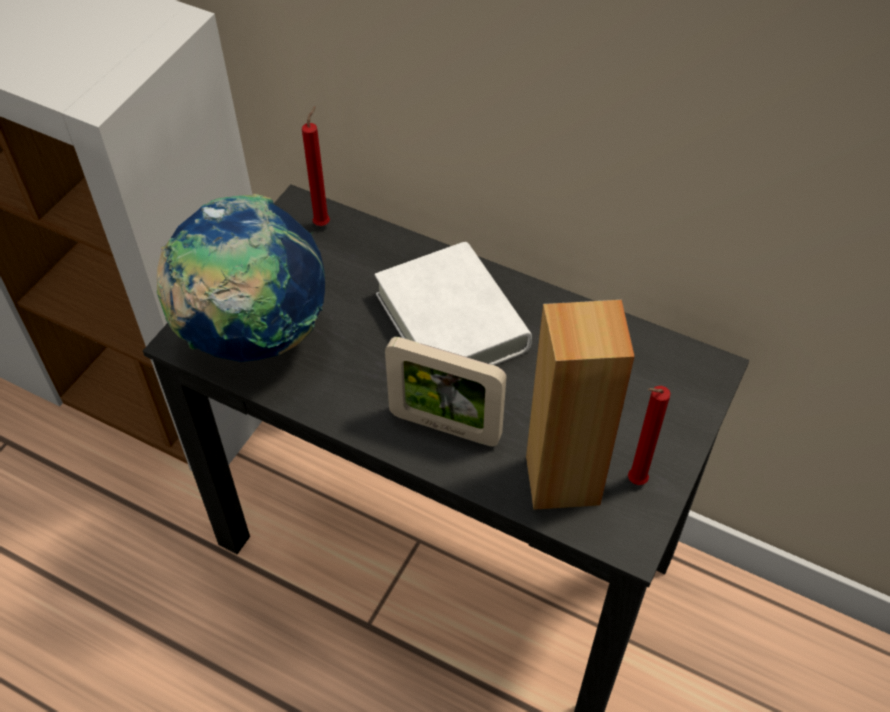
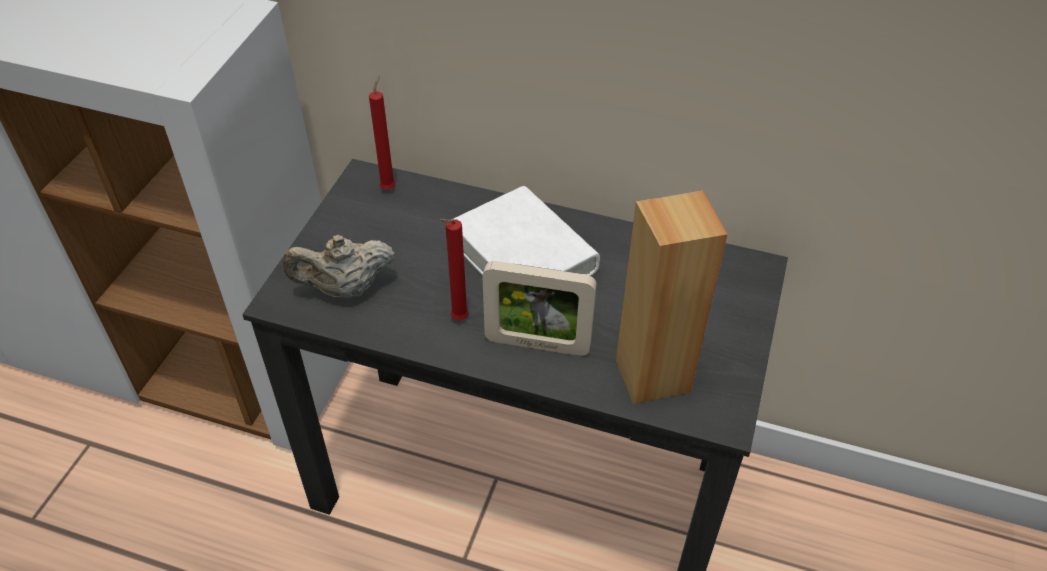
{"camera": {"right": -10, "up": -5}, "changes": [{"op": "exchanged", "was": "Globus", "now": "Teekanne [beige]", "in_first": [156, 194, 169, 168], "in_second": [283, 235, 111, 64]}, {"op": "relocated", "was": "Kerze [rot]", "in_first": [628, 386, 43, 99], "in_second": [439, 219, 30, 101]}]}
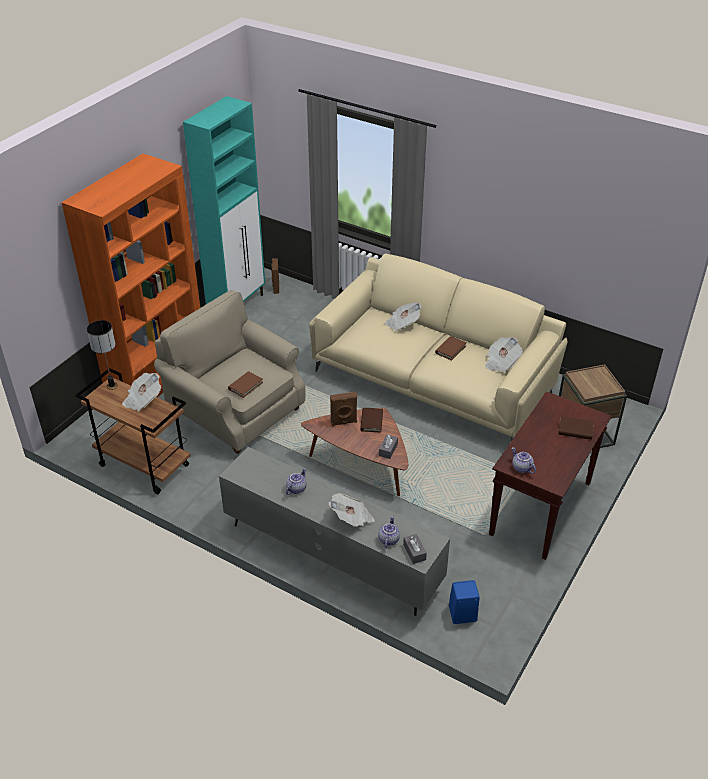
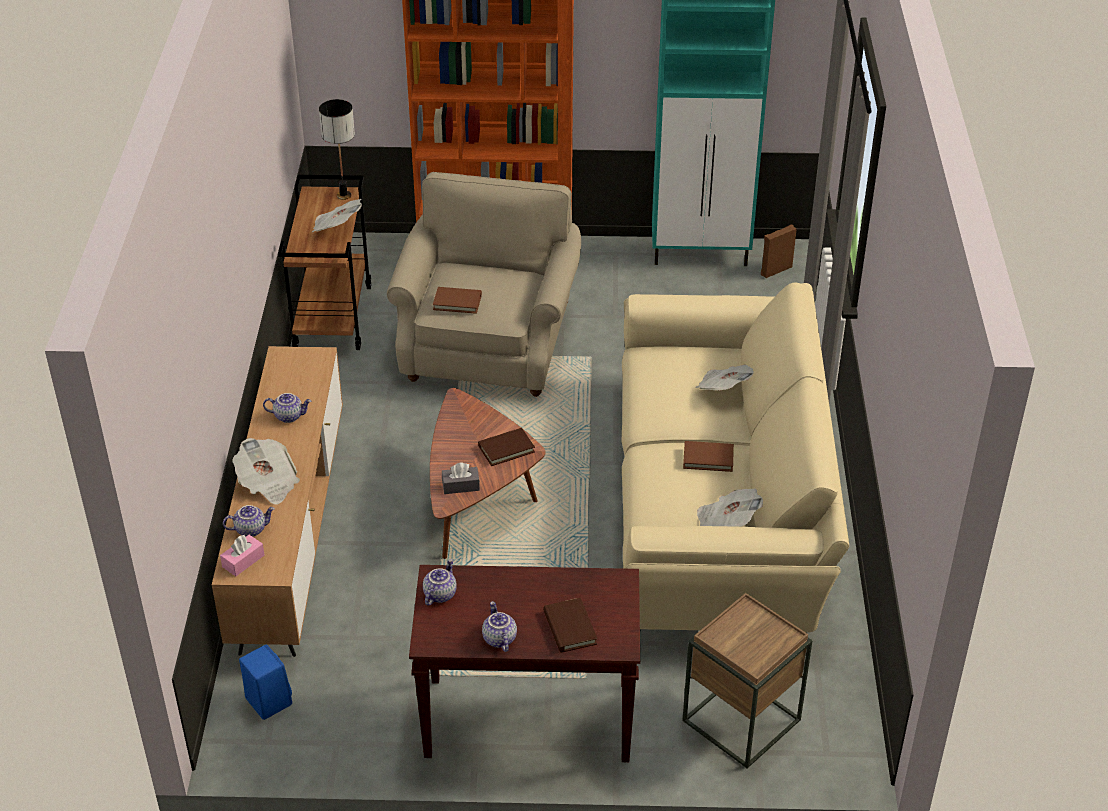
{"camera": {"right": 60, "up": 0}, "changes": [{"op": "colour", "was": "Fernsehschrank [grau]", "now": "Fernsehschrank [braun]", "in_first": [219, 447, 231, 169], "in_second": [212, 346, 131, 311]}, {"op": "colour", "was": "Taschentuchbox [grau]", "now": "Taschentuchbox [rosa]", "in_first": [403, 534, 24, 30], "in_second": [220, 535, 45, 41]}, {"op": "appeared", "now": "Teekanne", "in_second": [482, 601, 35, 51]}, {"op": "missing", "was": "Lautsprecher [braun]", "in_first": [330, 392, 27, 34]}]}
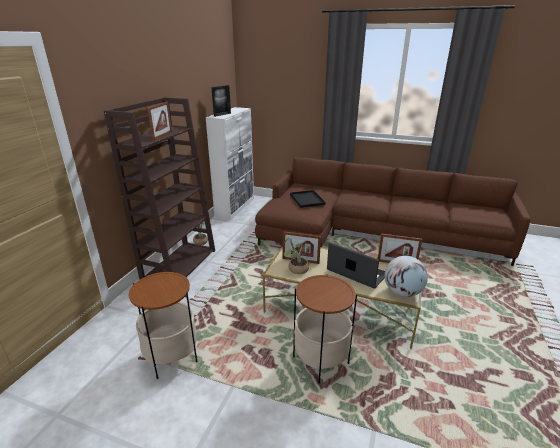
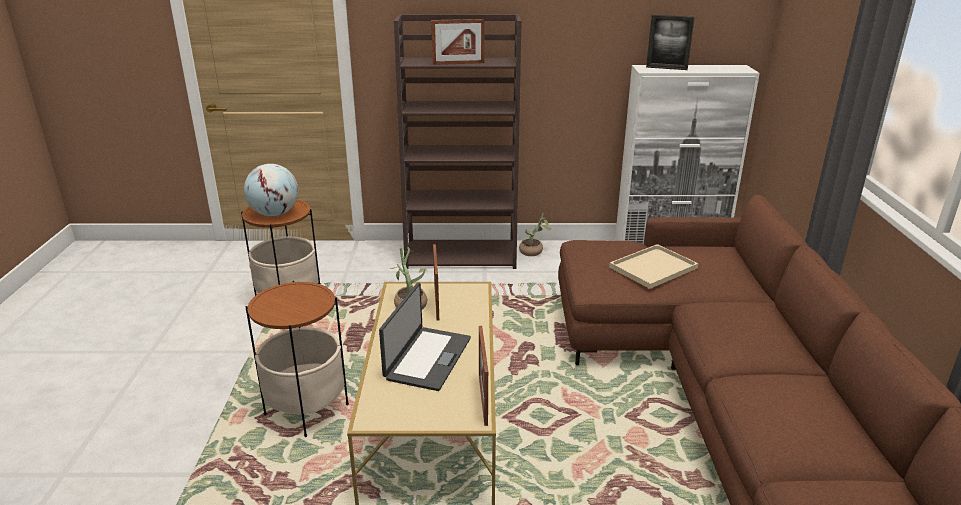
{"camera": {"right": 70, "up": 0}, "changes": [{"op": "relocated", "was": "Globus", "in_first": [385, 256, 43, 41], "in_second": [244, 164, 54, 52]}, {"op": "colour", "was": "Tablett [schwarz]", "now": "Tablett [beige]", "in_first": [290, 190, 36, 18], "in_second": [609, 244, 90, 45]}]}
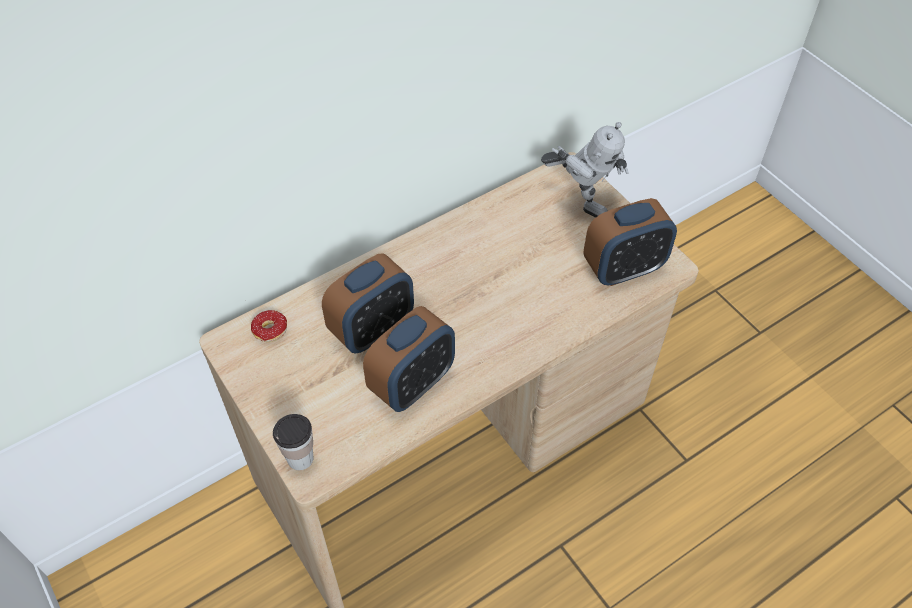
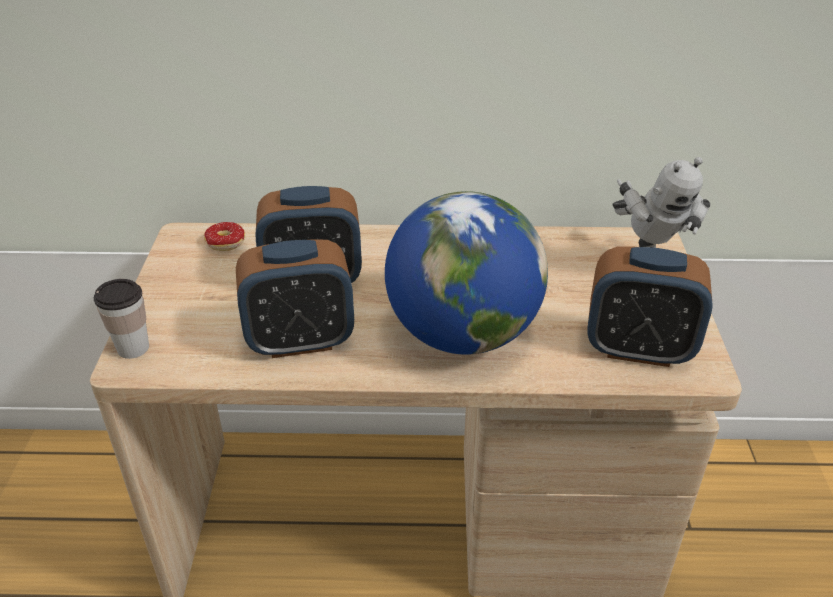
{"camera": {"right": 35, "up": -15}, "changes": [{"op": "appeared", "now": "Globus", "in_second": [385, 191, 163, 164]}]}
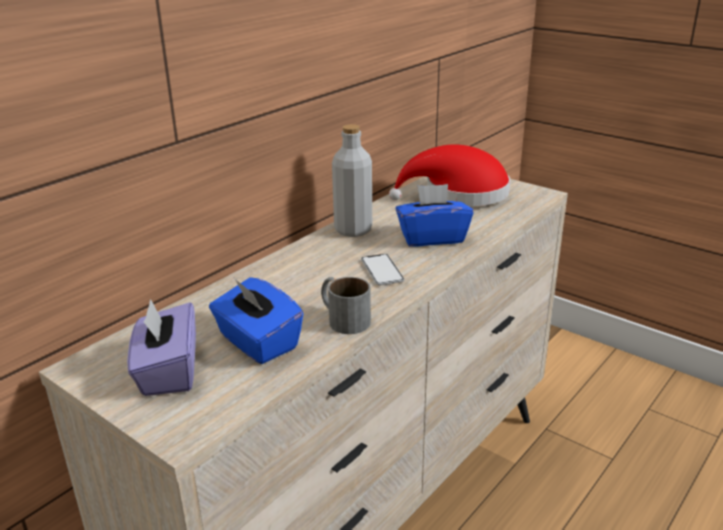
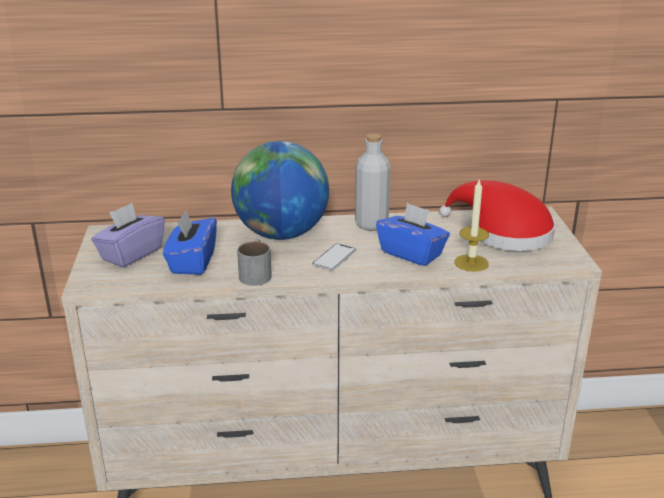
{"camera": {"right": 45, "up": 0}, "changes": [{"op": "appeared", "now": "Globus", "in_second": [231, 141, 98, 99]}, {"op": "appeared", "now": "Kerze", "in_second": [455, 178, 34, 94]}]}
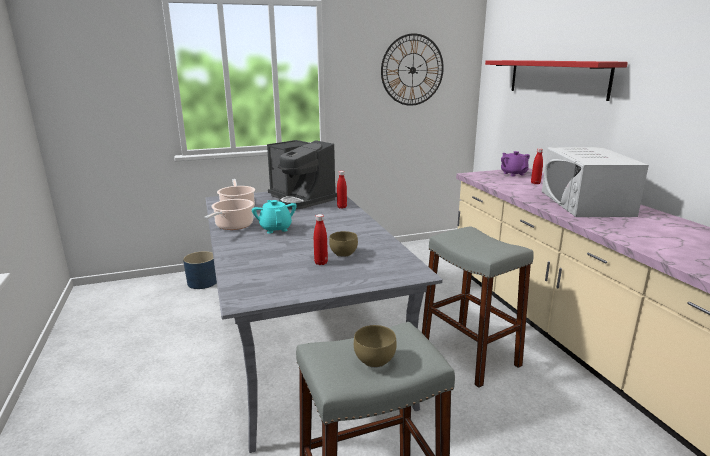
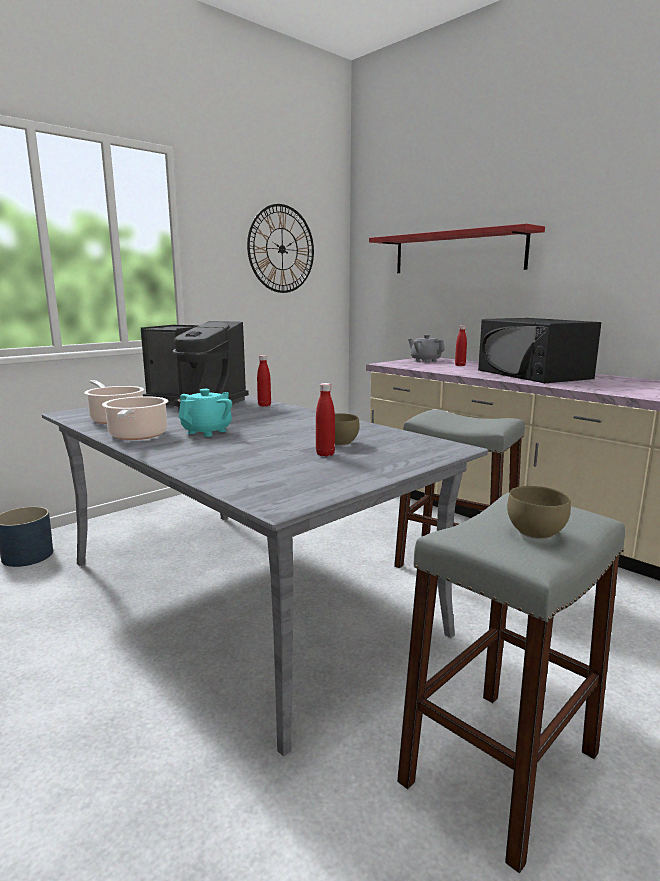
{"camera": {"right": -25, "up": -5}, "changes": [{"op": "spun", "was": "Teekanne [türkis]", "in_first": [252, 200, 45, 34], "in_second": [178, 389, 54, 48], "clockwise": 75}, {"op": "colour", "was": "Teekanne [lila]", "now": "Teekanne [grau]", "in_first": [501, 151, 29, 25], "in_second": [408, 335, 37, 28]}, {"op": "colour", "was": "Mikrowelle [weiß]", "now": "Mikrowelle [schwarz]", "in_first": [542, 147, 107, 70], "in_second": [478, 318, 124, 65]}]}
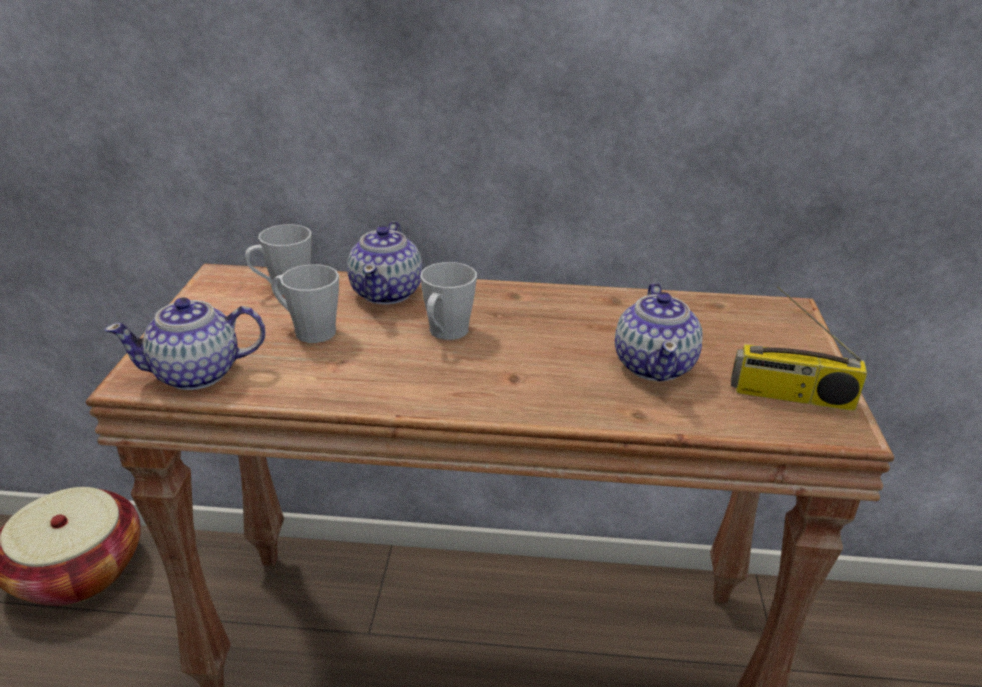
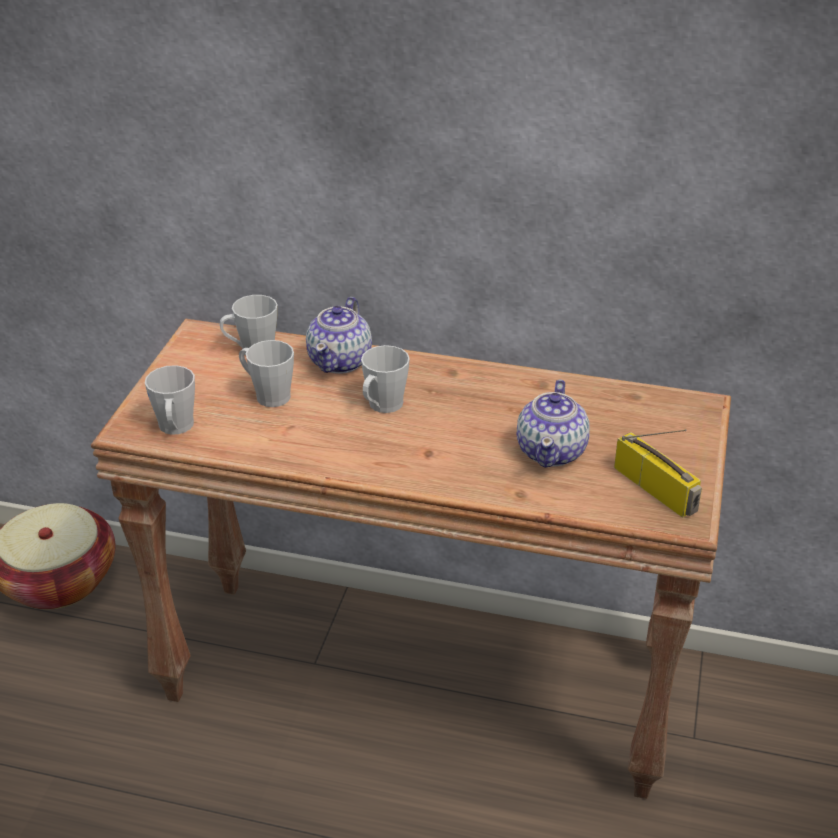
{"camera": {"right": 10, "up": 5}, "changes": [{"op": "exchanged", "was": "Teekanne", "now": "Henkelbecher [grau]", "in_first": [105, 298, 161, 92], "in_second": [145, 365, 50, 70]}, {"op": "spun", "was": "Radio", "in_first": [731, 286, 136, 125], "in_second": [614, 429, 88, 89], "clockwise": -150}]}
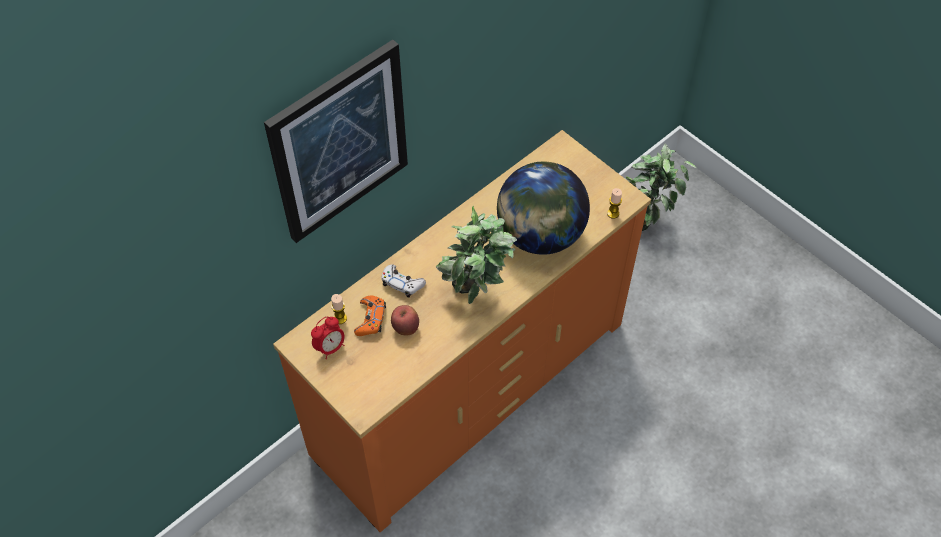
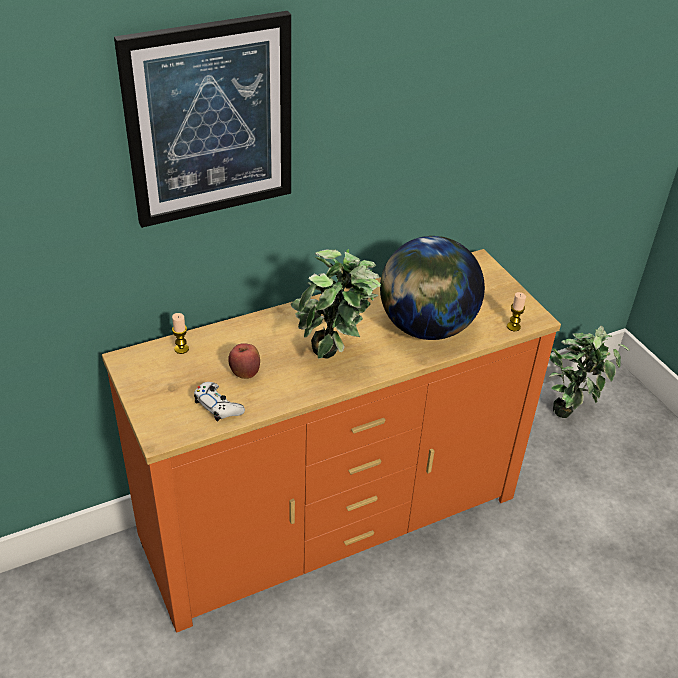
{"camera": {"right": 15, "up": -15}, "changes": [{"op": "relocated", "was": "Gamepad [weiß]", "in_first": [381, 264, 45, 34], "in_second": [194, 382, 51, 39]}, {"op": "missing", "was": "Wecker", "in_first": [311, 317, 34, 42]}, {"op": "missing", "was": "Gamepad [orange]", "in_first": [354, 296, 32, 40]}]}
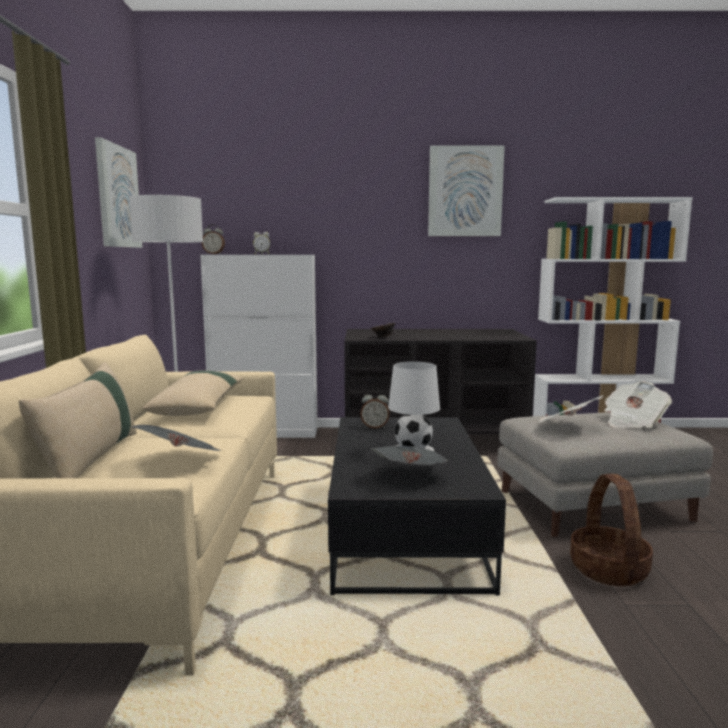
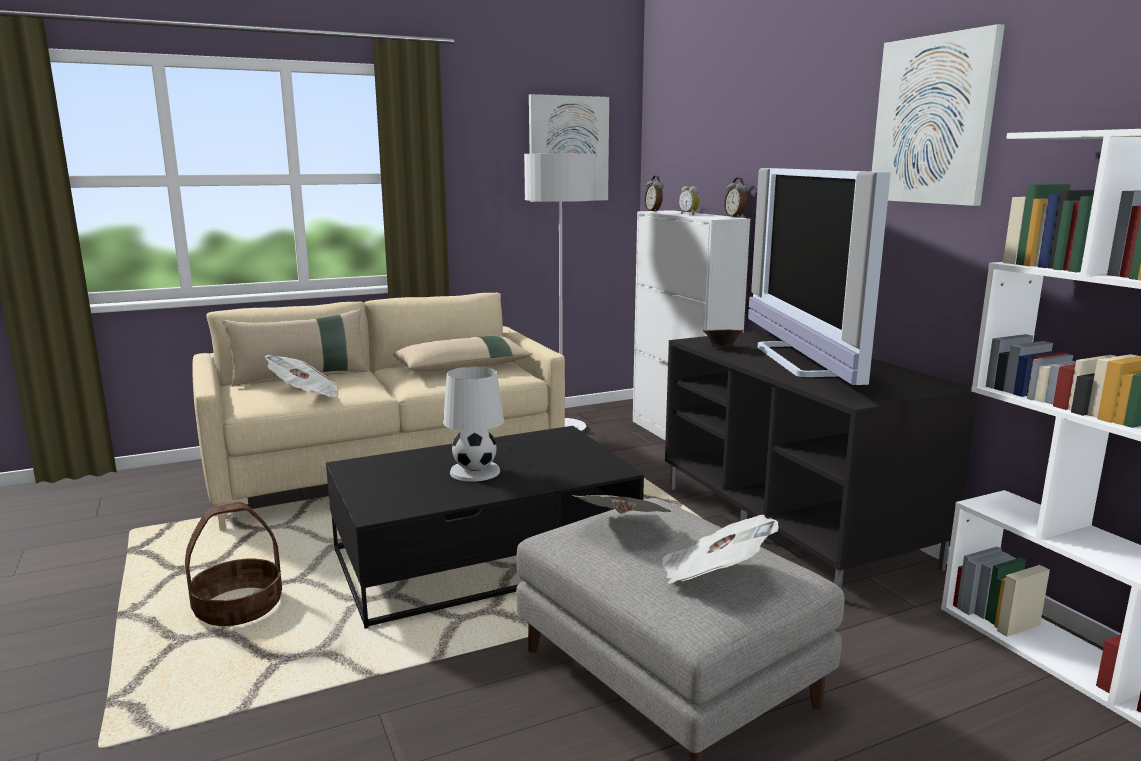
{"camera": {"right": 65, "up": 5}, "changes": [{"op": "relocated", "was": "Korb", "in_first": [570, 474, 83, 112], "in_second": [185, 502, 97, 124]}, {"op": "relocated", "was": "Wecker", "in_first": [360, 389, 30, 39], "in_second": [724, 177, 23, 41]}, {"op": "appeared", "now": "Fernseher", "in_second": [748, 168, 143, 217]}, {"op": "missing", "was": "Zeitung", "in_first": [371, 446, 77, 19]}]}
